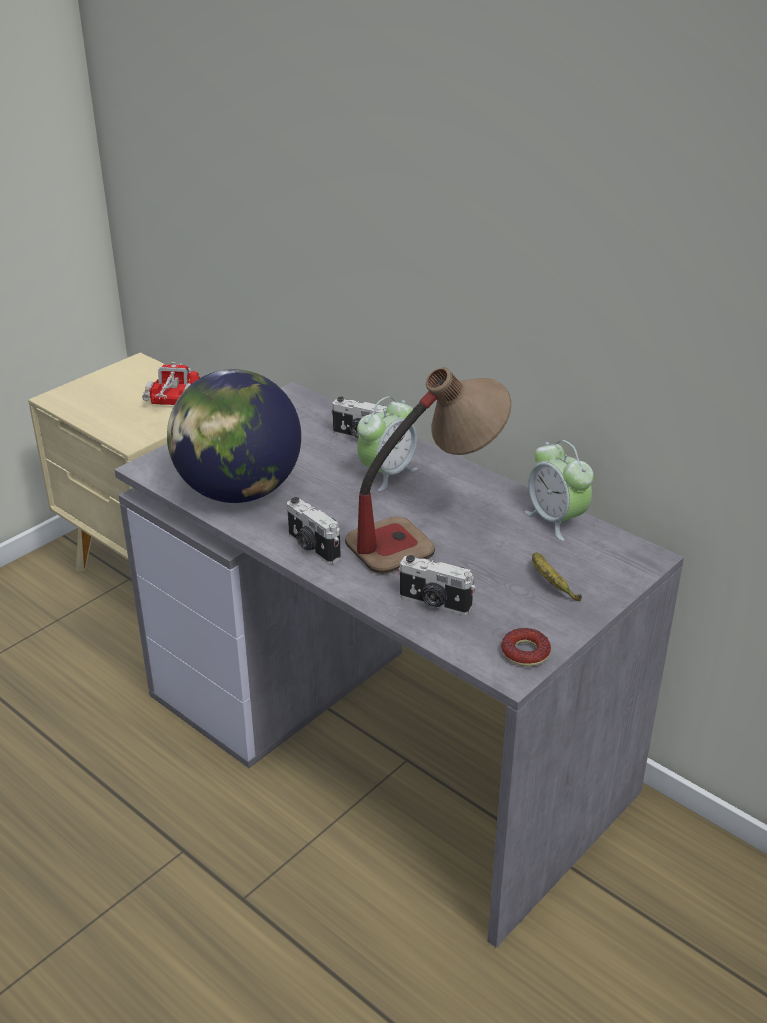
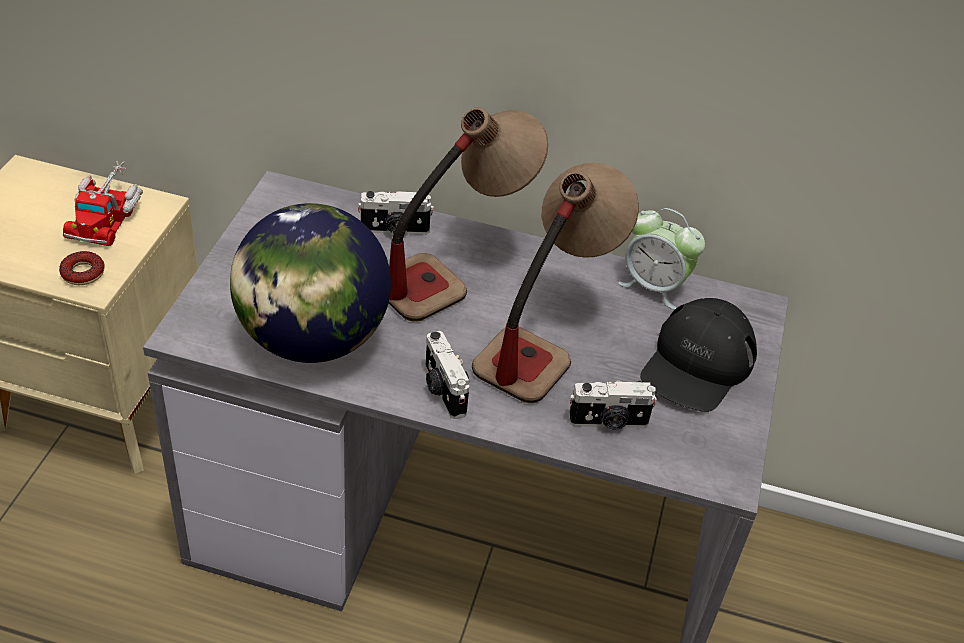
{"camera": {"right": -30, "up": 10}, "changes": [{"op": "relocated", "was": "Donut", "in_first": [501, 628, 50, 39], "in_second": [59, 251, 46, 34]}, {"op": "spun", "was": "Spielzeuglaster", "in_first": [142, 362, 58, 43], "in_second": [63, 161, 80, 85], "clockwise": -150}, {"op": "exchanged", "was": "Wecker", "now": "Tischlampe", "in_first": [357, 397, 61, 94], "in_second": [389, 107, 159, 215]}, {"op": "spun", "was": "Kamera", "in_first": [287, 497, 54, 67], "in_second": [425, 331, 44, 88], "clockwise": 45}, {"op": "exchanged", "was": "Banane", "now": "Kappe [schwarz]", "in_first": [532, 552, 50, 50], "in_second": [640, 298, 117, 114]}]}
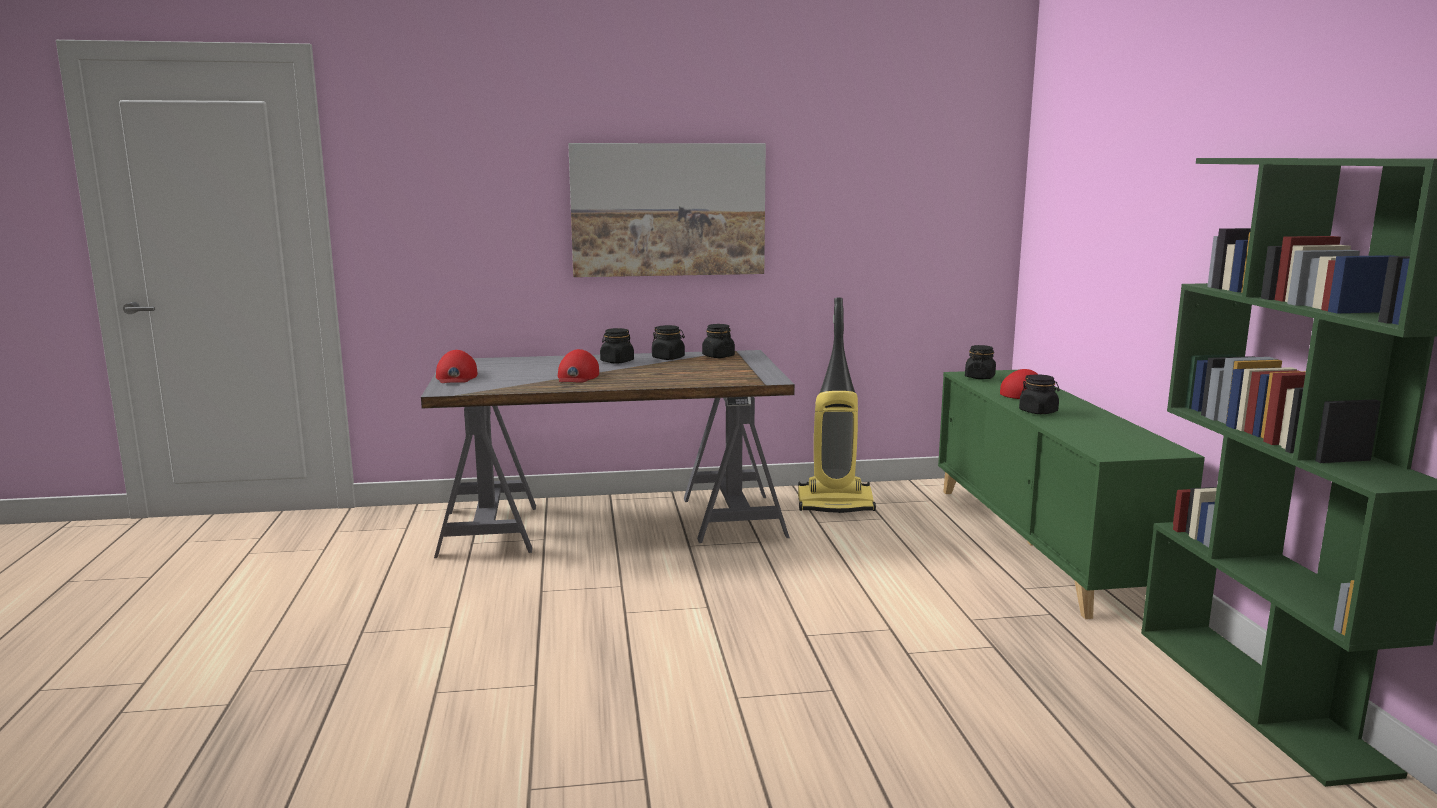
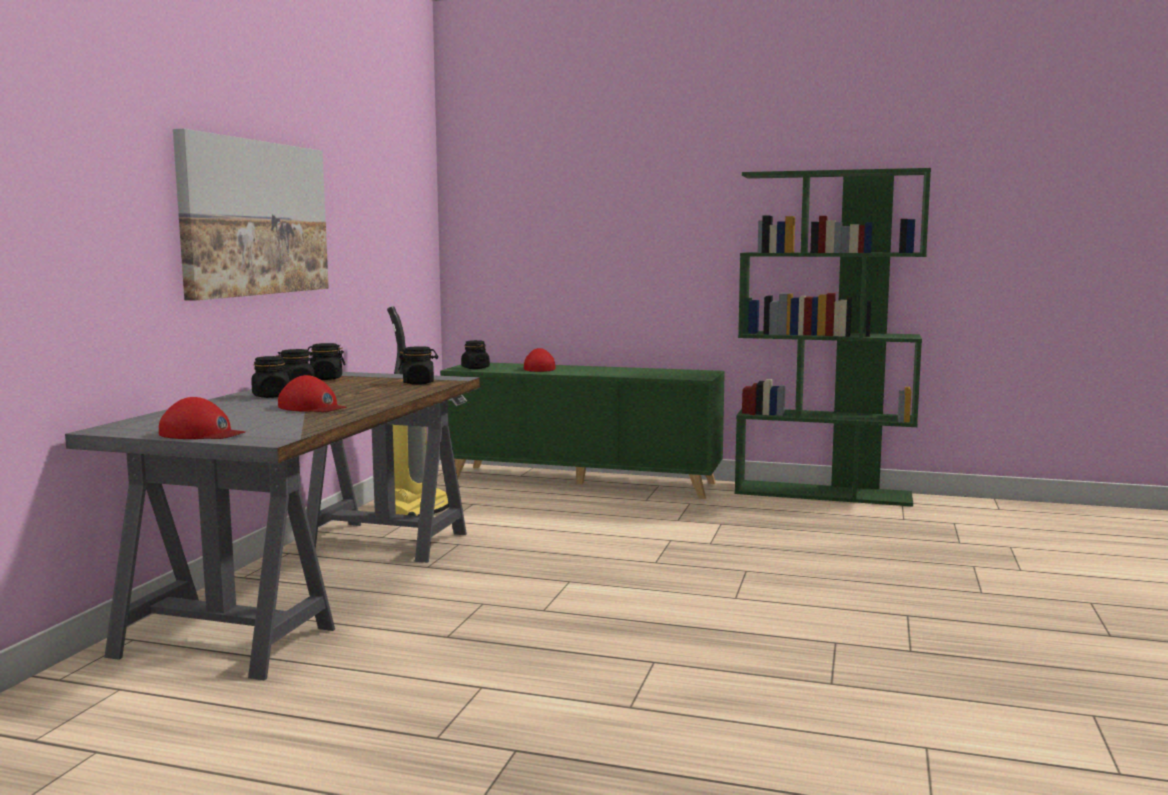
{"camera": {"right": -65, "up": -5}, "changes": [{"op": "relocated", "was": "Vorratsglas [schwarz]", "in_first": [1019, 374, 41, 40], "in_second": [398, 346, 40, 39]}]}
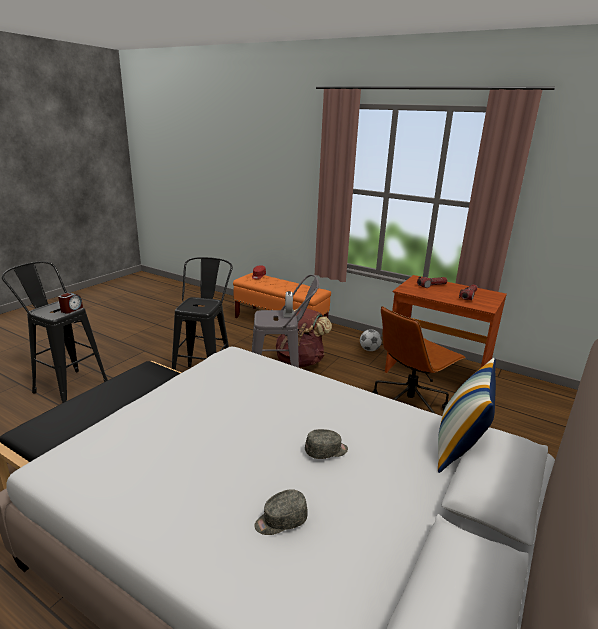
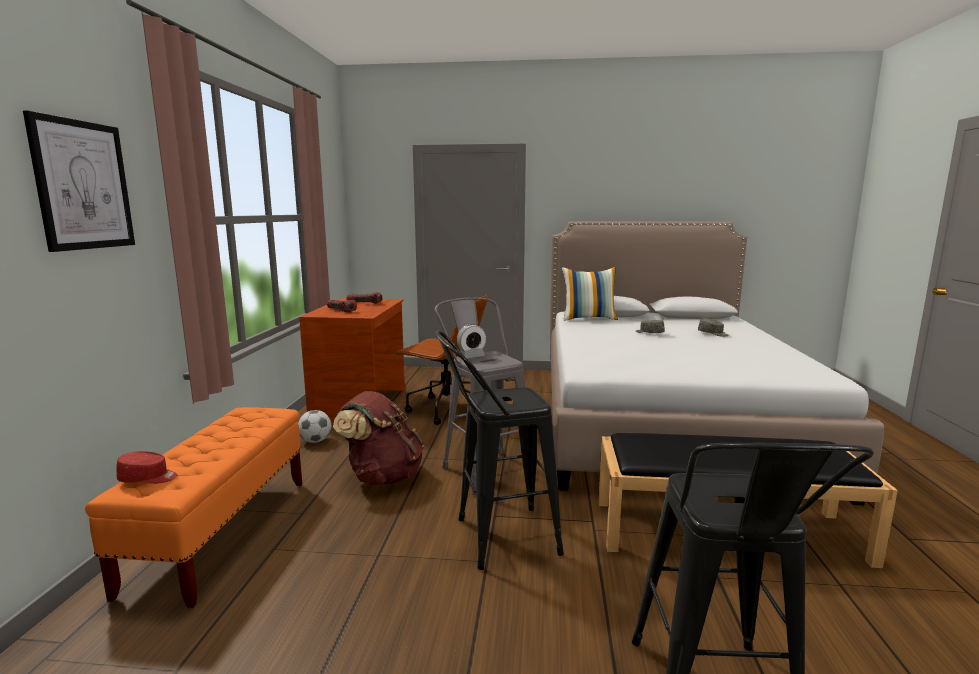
{"camera": {"right": -115, "up": -10}, "changes": [{"op": "appeared", "now": "Bild", "in_second": [23, 110, 112, 142]}, {"op": "missing", "was": "Wecker", "in_first": [58, 293, 25, 21]}]}
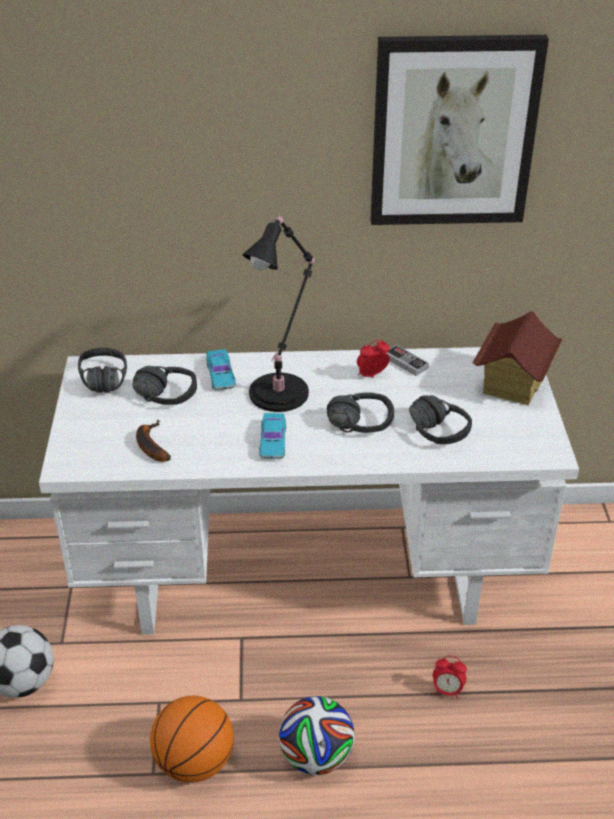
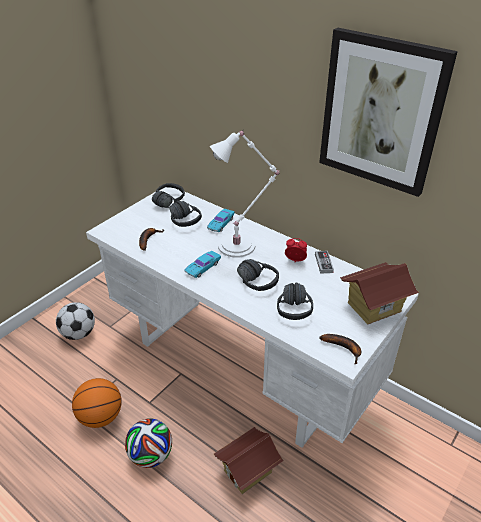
{"camera": {"right": 40, "up": 0}, "changes": [{"op": "colour", "was": "Tischlampe [schwarz]", "now": "Tischlampe [weiß]", "in_first": [242, 214, 73, 198], "in_second": [210, 130, 70, 128]}, {"op": "exchanged", "was": "Wecker", "now": "Spielzeughaus", "in_first": [433, 656, 34, 43], "in_second": [214, 427, 70, 67]}, {"op": "appeared", "now": "Banane", "in_second": [320, 334, 41, 30]}]}
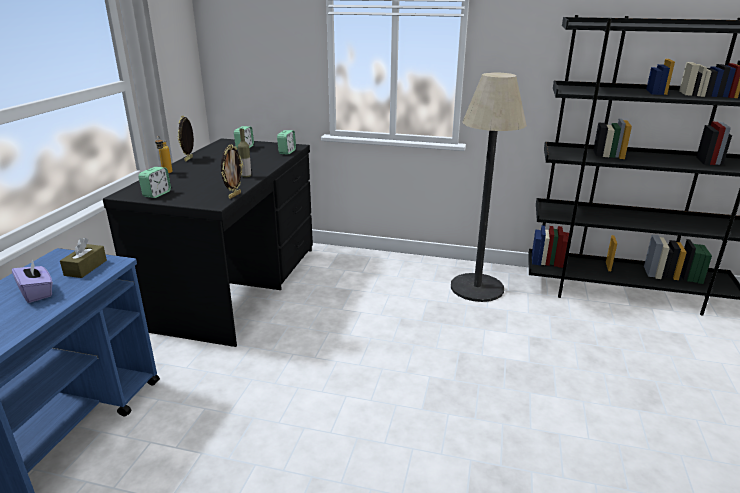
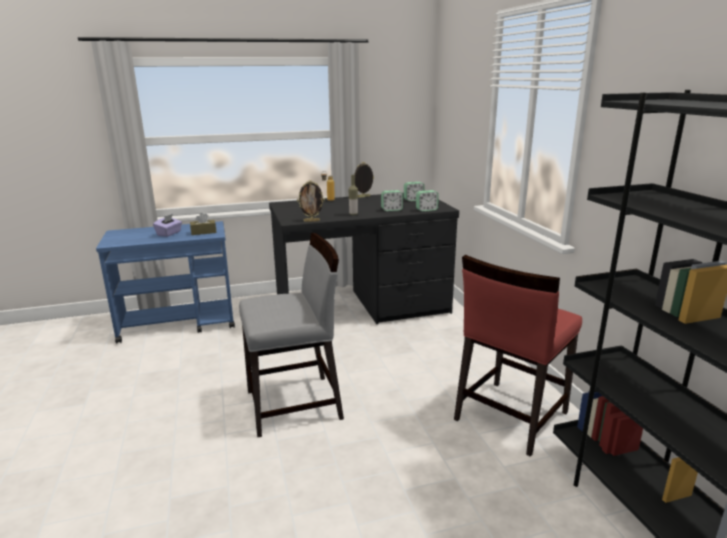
{"camera": {"right": 60, "up": -5}, "changes": [{"op": "appeared", "now": "Stuhl [grau]", "in_second": [239, 233, 105, 204]}, {"op": "relocated", "was": "Wecker", "in_first": [139, 167, 32, 31], "in_second": [381, 190, 22, 21]}, {"op": "exchanged", "was": "Stehlampe", "now": "Stuhl [rot]", "in_first": [451, 73, 76, 229], "in_second": [454, 255, 128, 202]}]}
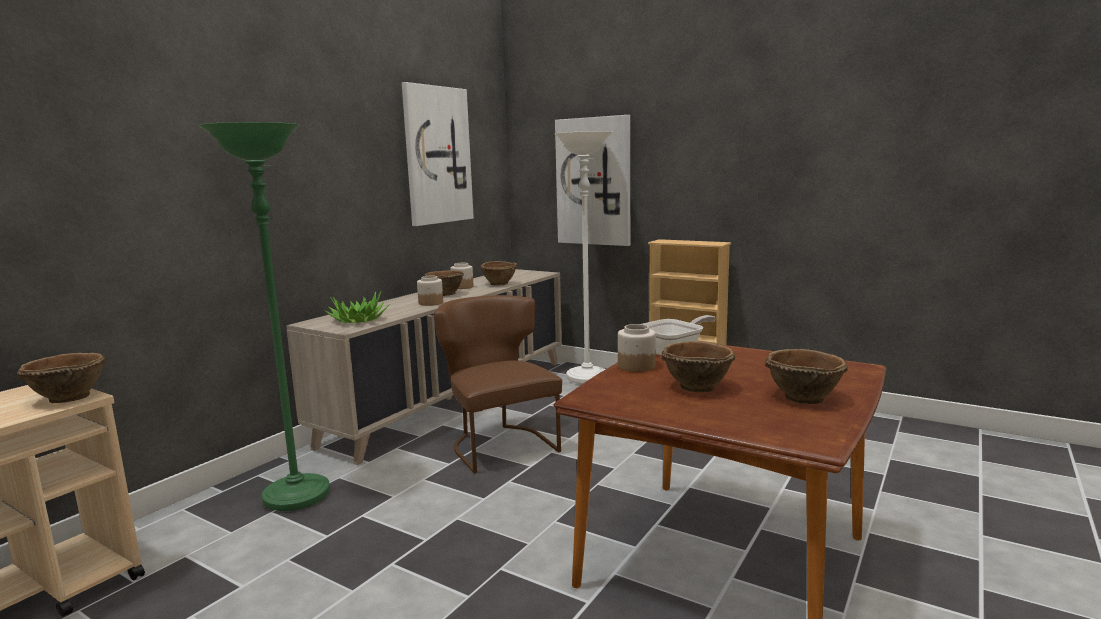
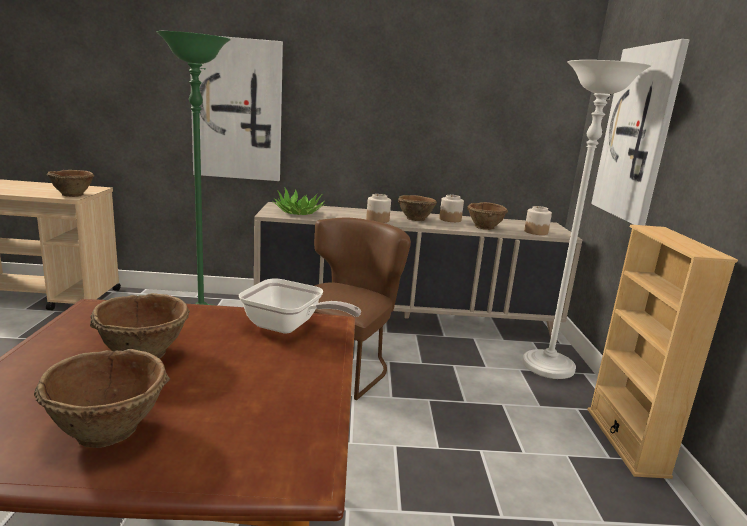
{"camera": {"right": 55, "up": 5}, "changes": [{"op": "relocated", "was": "Bild", "in_first": [402, 82, 72, 144], "in_second": [190, 36, 93, 145]}, {"op": "relocated", "was": "Vorratsglas", "in_first": [618, 324, 38, 48], "in_second": [524, 206, 28, 29]}]}
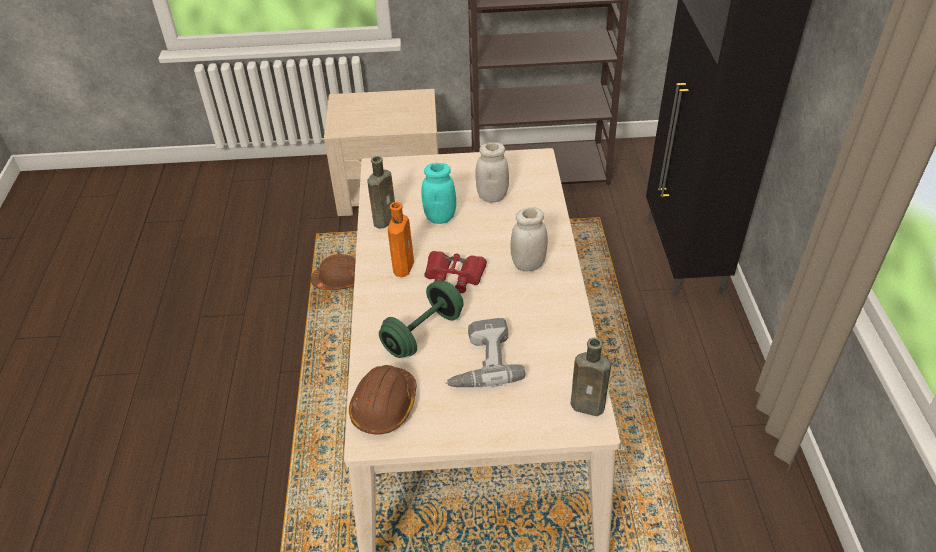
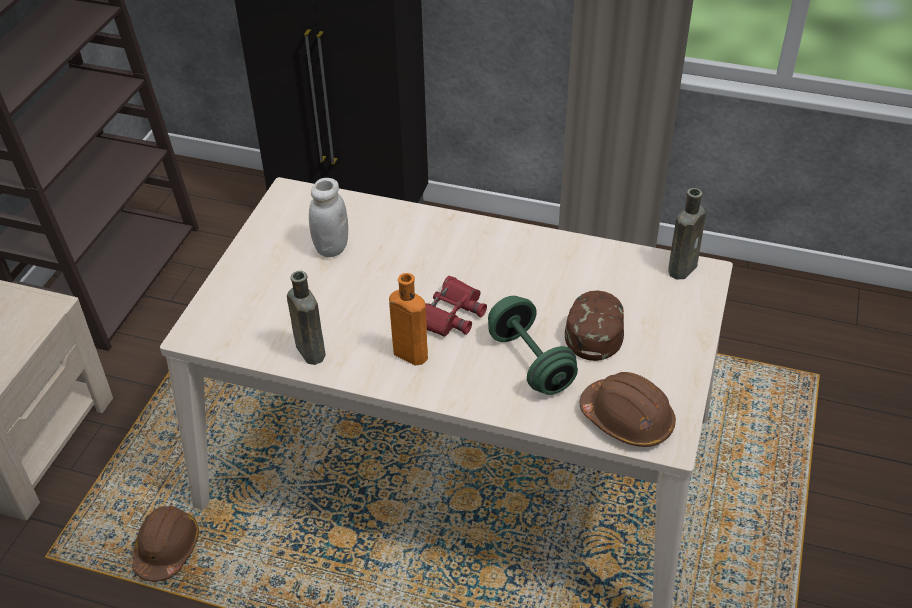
{"camera": {"right": -70, "up": 0}, "changes": [{"op": "exchanged", "was": "Bohrmaschine", "now": "Kappe [braun]", "in_first": [446, 318, 79, 69], "in_second": [565, 291, 59, 70]}, {"op": "missing", "was": "Vorratsglas [türkis]", "in_first": [421, 163, 35, 61]}, {"op": "missing", "was": "Vorratsglas [weiß]", "in_first": [511, 208, 37, 63]}]}
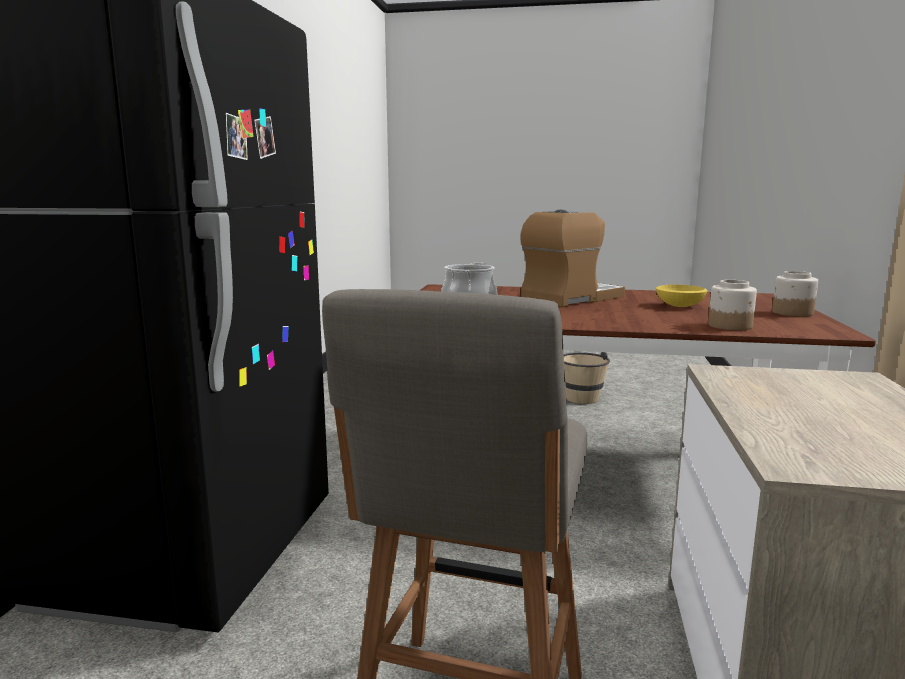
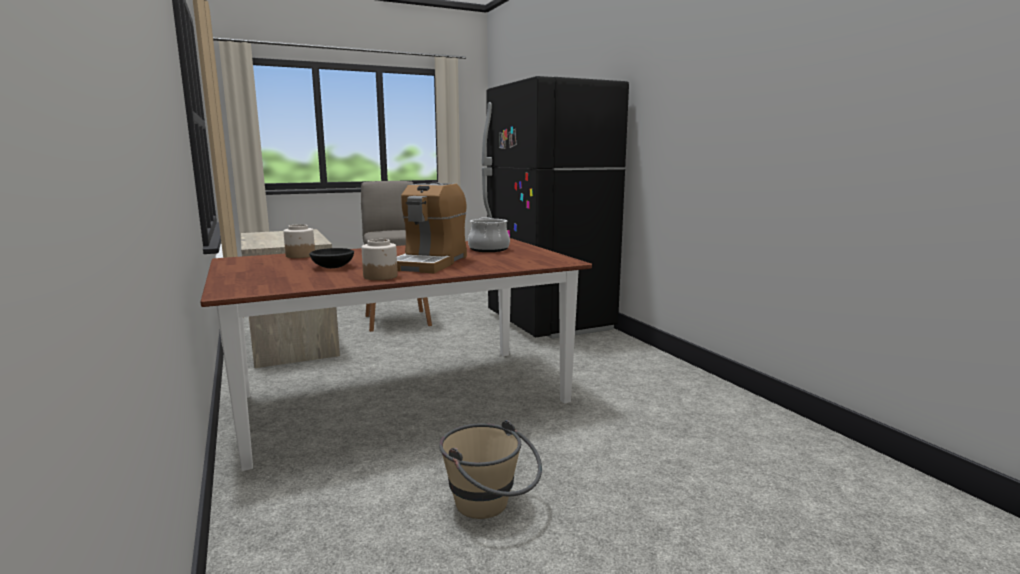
{"camera": {"right": 145, "up": 0}, "changes": [{"op": "colour", "was": "Schüssel [gelb]", "now": "Schüssel [schwarz]", "in_first": [656, 285, 51, 22], "in_second": [309, 248, 45, 20]}, {"op": "relocated", "was": "Vorratsglas", "in_first": [772, 271, 46, 46], "in_second": [362, 239, 36, 41]}]}
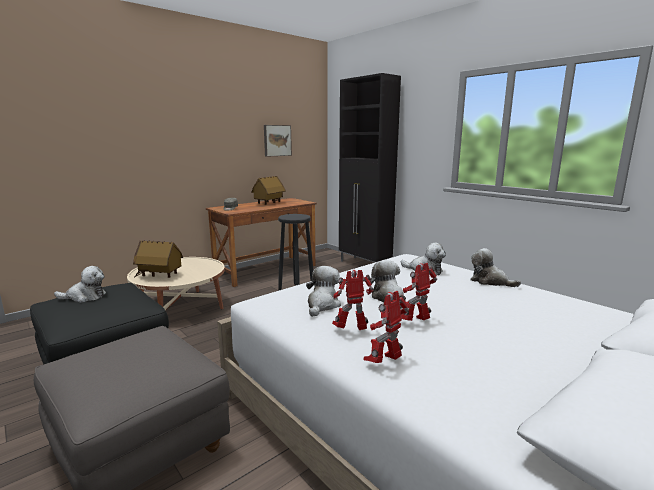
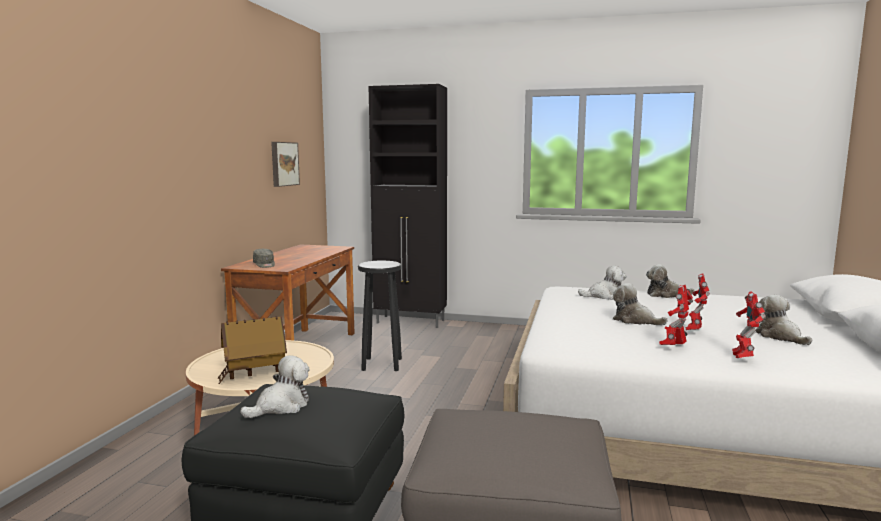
{"camera": {"right": -35, "up": -5}, "changes": [{"op": "relocated", "was": "Plüschtier", "in_first": [306, 266, 35, 51], "in_second": [755, 295, 57, 50]}, {"op": "missing", "was": "Spielzeughaus", "in_first": [251, 176, 35, 29]}]}
